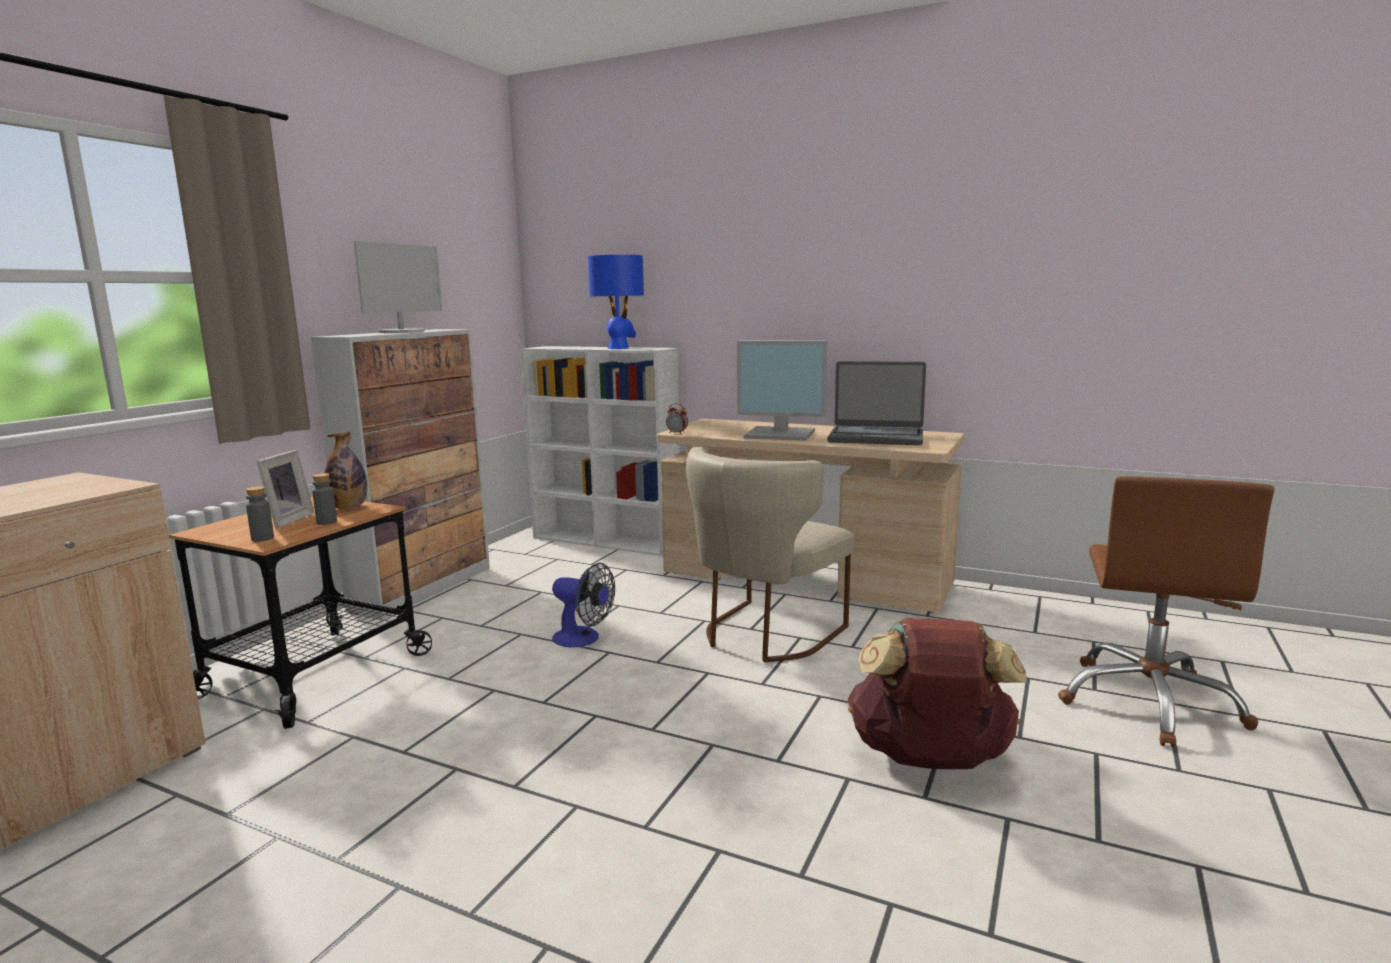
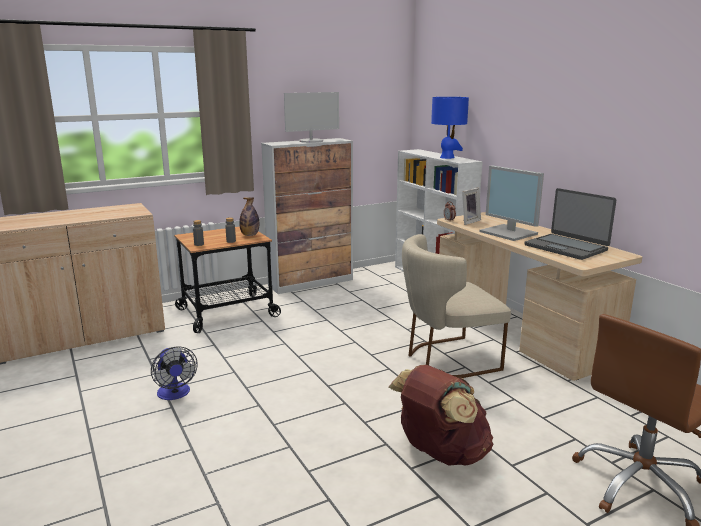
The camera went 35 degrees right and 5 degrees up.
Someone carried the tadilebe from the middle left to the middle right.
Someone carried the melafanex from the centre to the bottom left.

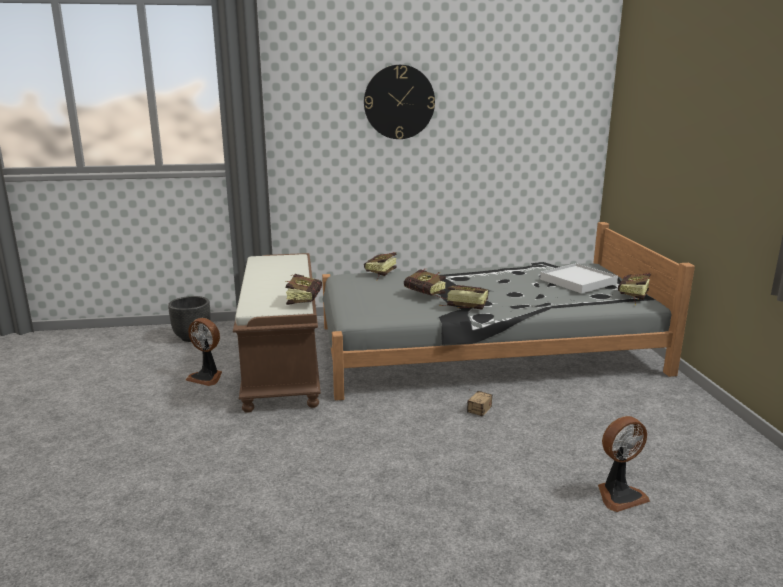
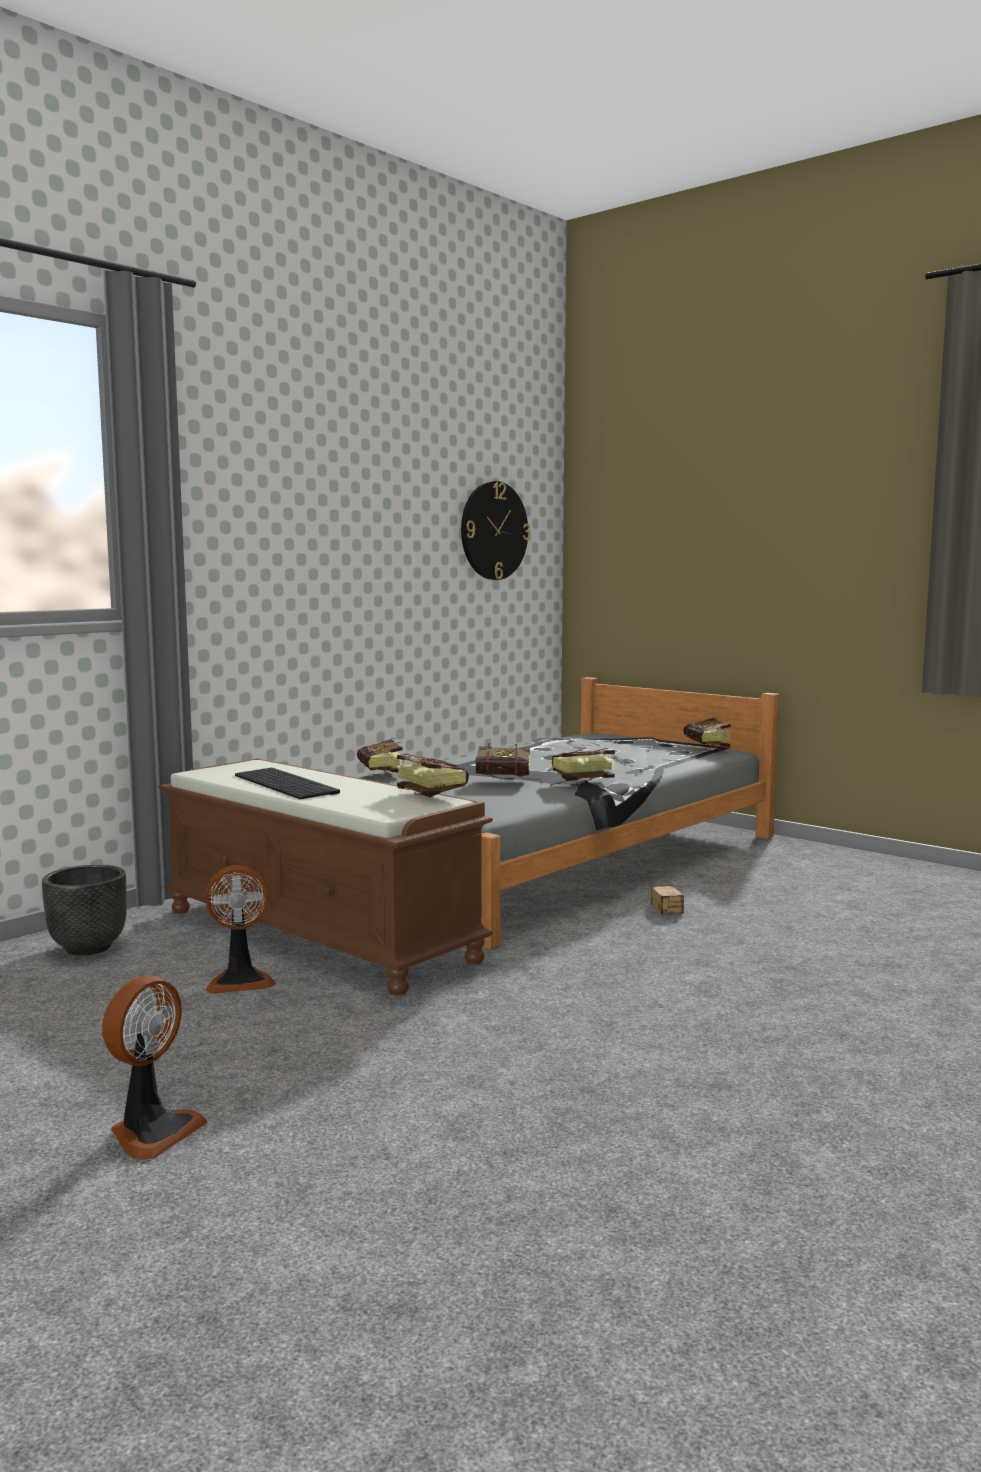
The camera went 40 degrees left and 10 degrees down.
Someone carried the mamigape from the top centre to the centre.
Someone took away the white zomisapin at the middle right.
Someone carried the melafanex (no. 2 from left in the first image) from the bottom right to the bottom left.
Someone put down the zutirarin at the middle left.

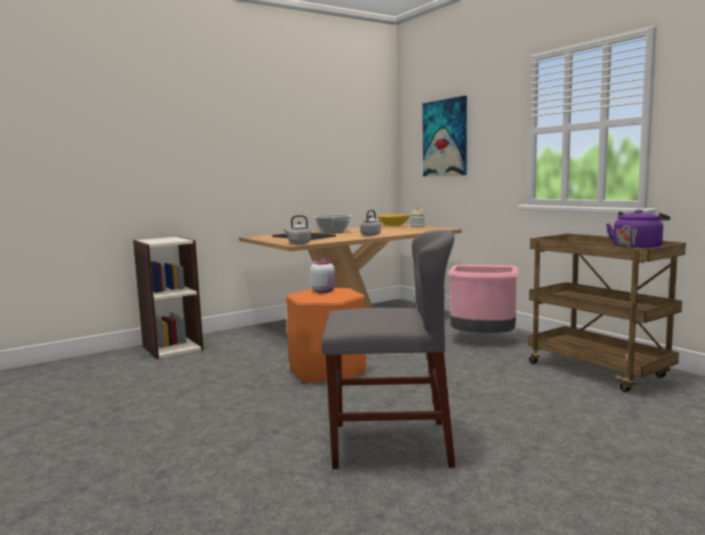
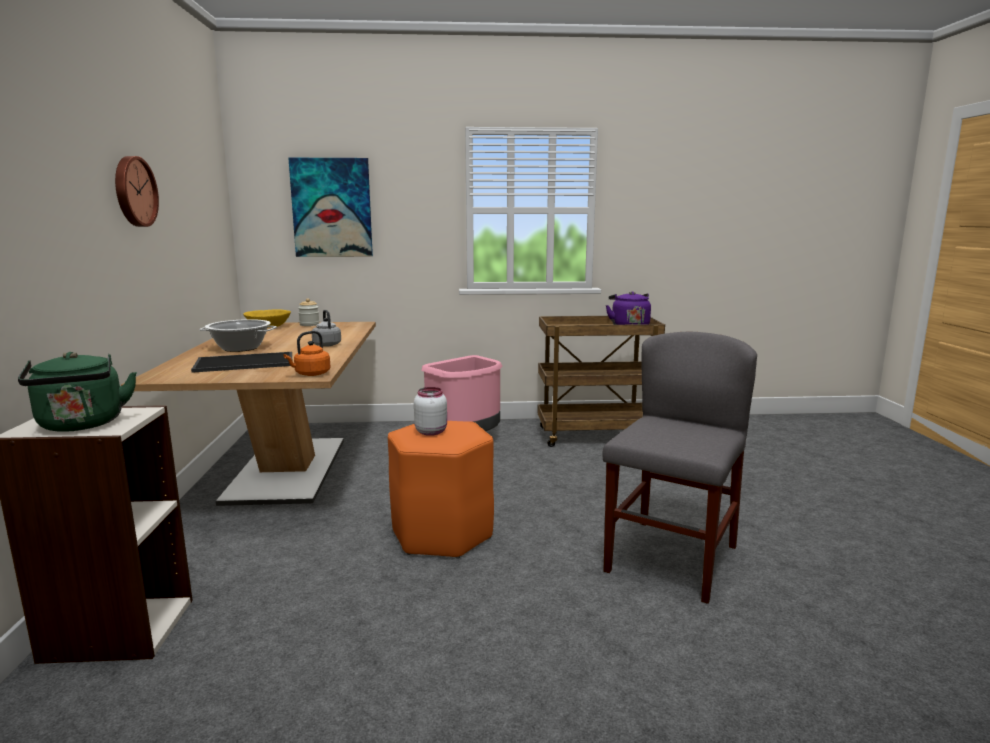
The camera went 60 degrees left and 5 degrees up.
Someone repainted the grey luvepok (no. 1 from left) at the centre, which became the orange luvepok at the middle left.
Someone put up the mamigape at the top left.
Someone put down the green luvepok at the middle left.

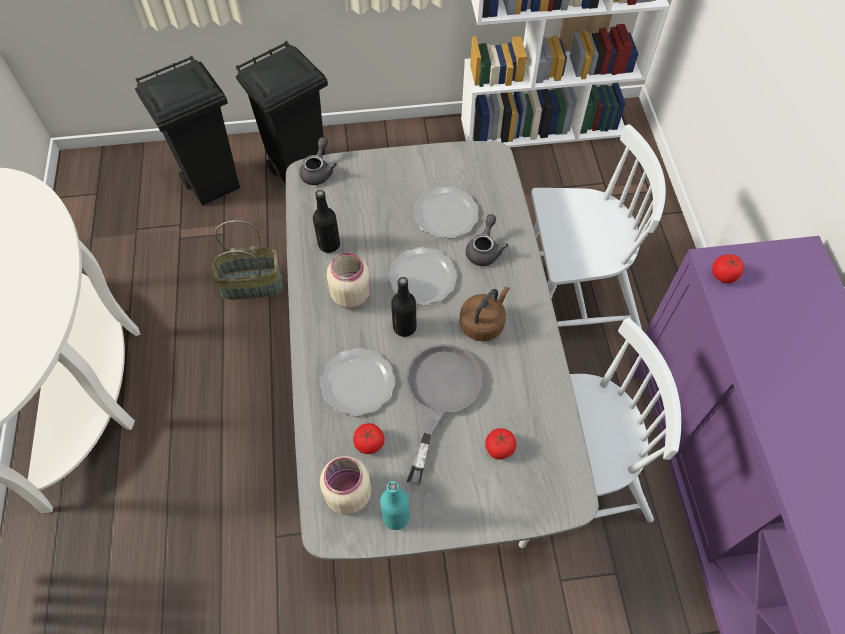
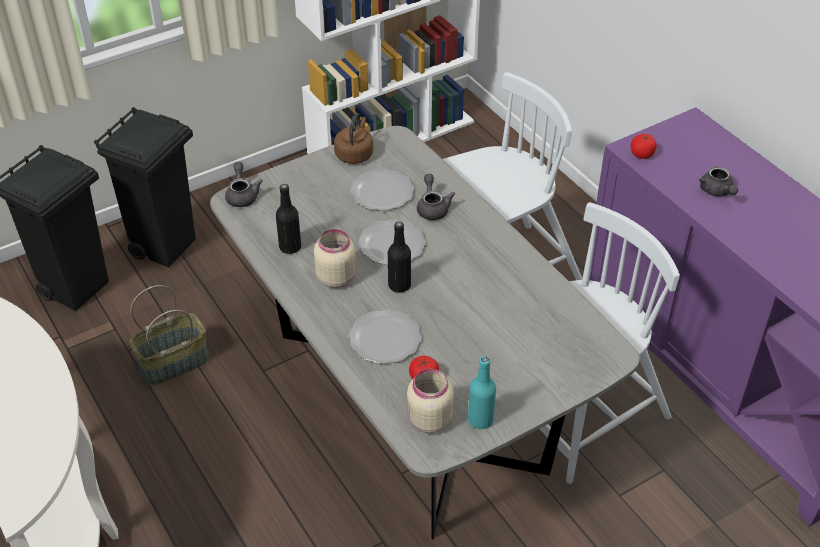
The camera went 25 degrees left and 15 degrees down.
Someone carried the brown luvepok from the centre to the top centre.
Someone took away the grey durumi at the centre.
Someone took away the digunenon (no. 2 from left) at the bottom centre.
Someone put down the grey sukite (no. 3 from left) at the top right.

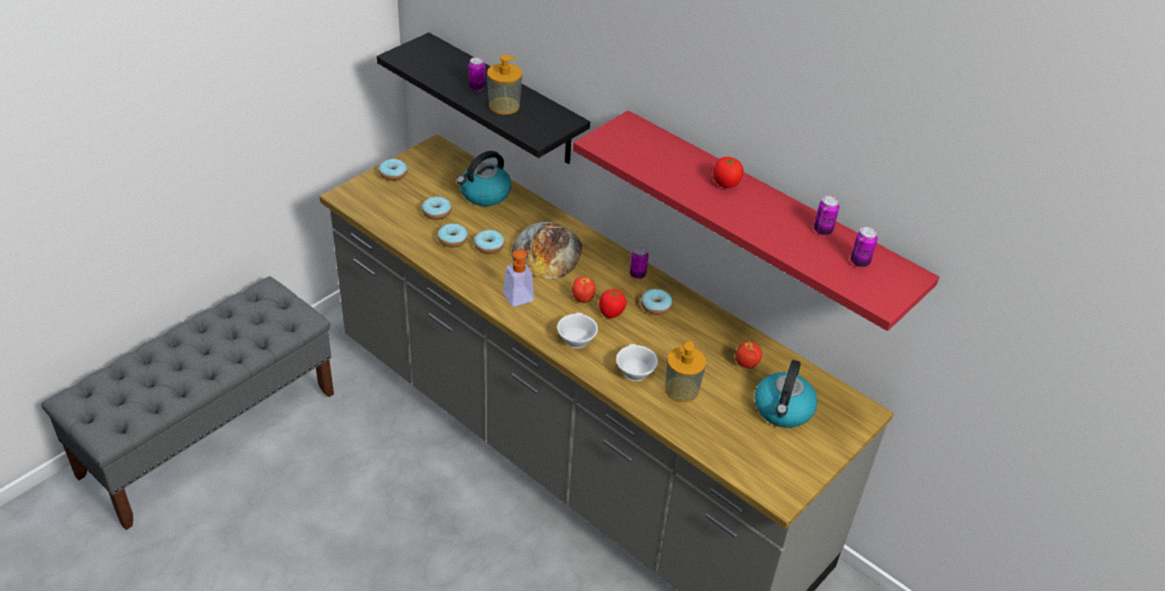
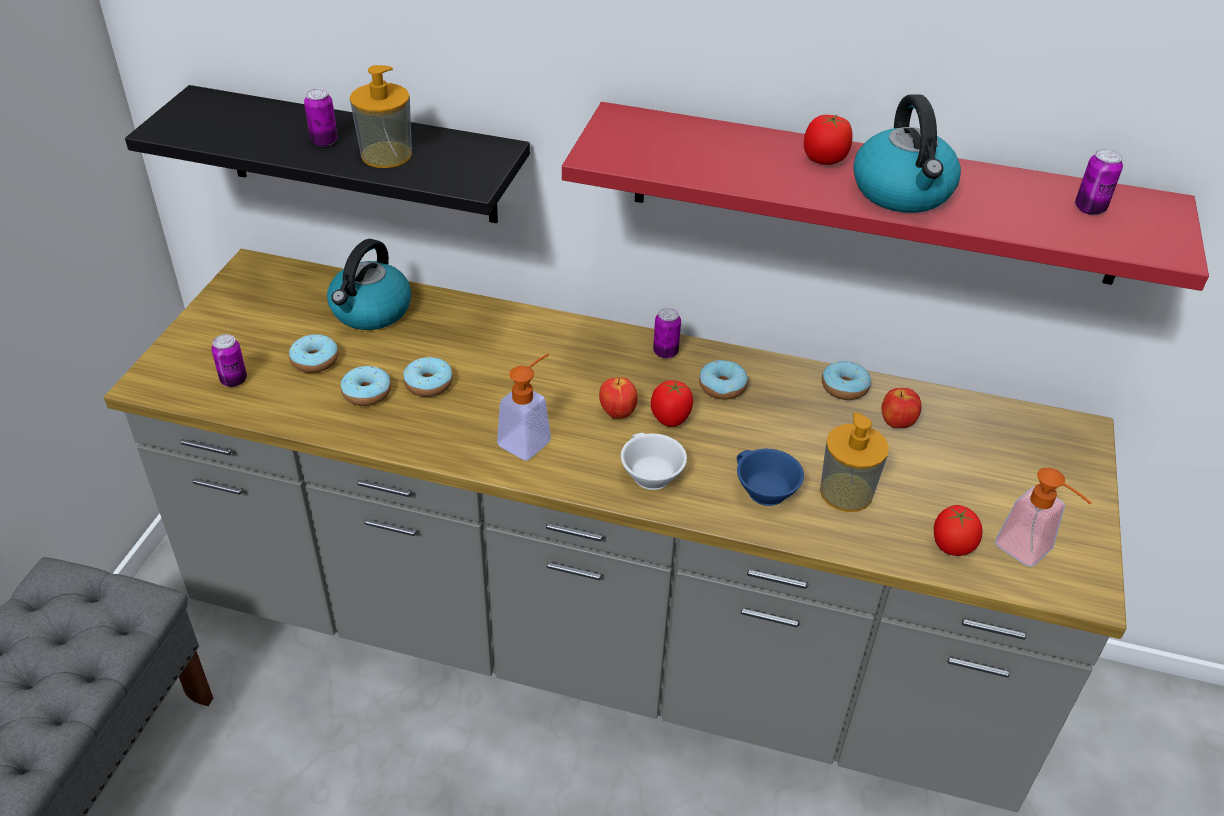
The camera went 25 degrees left and 0 degrees up.
Someone carried the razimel (no. 1 from left in the first image) from the top centre to the middle right.
Someone carried the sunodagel (no. 3 from left in the first image) from the middle right to the middle left.
Someone took away the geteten at the centre.
Someone repainted the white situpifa (no. 2 from left) at the centre, which became the blue situpifa at the centre.
Someone carried the luvepok (no. 2 from left) from the bottom right to the top right.
Someone put down the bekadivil (no. 4 from left) at the middle right.
Someone put down the digunenon (no. 3 from left) at the middle right.

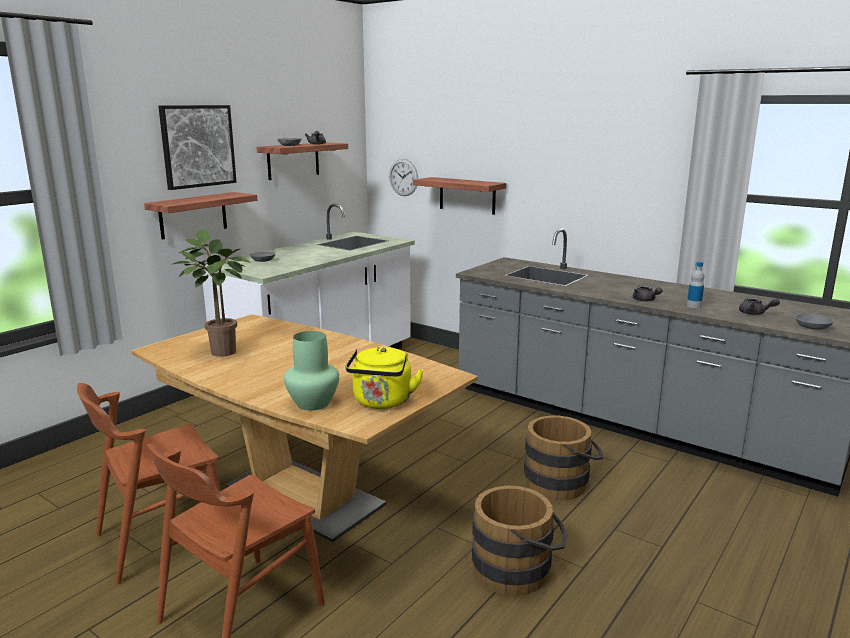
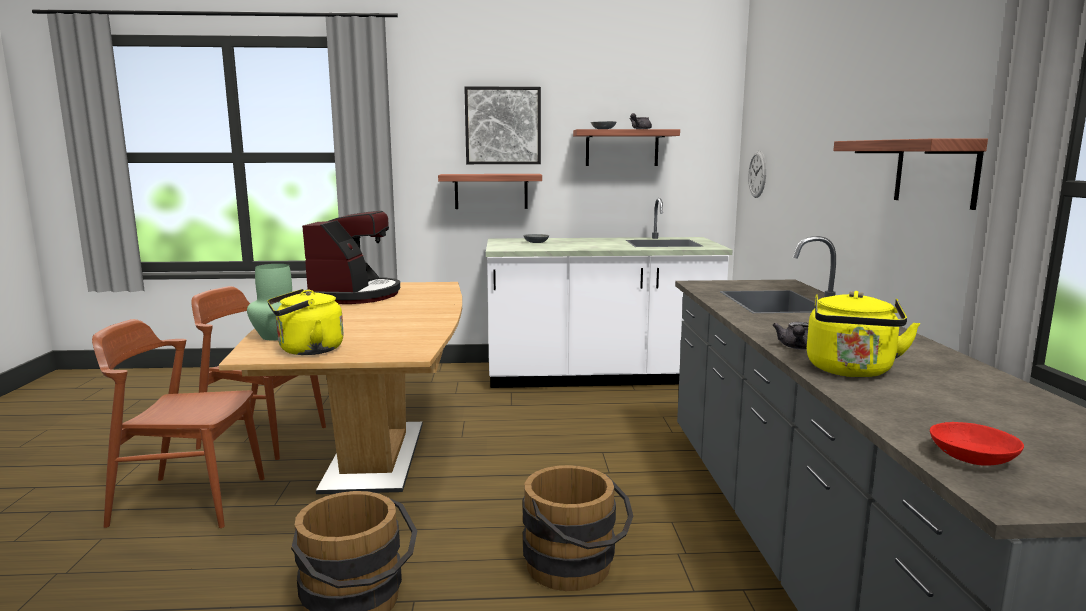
The camera went 50 degrees right and 5 degrees down.
Someone carried the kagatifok (no. 3 from left) from the top centre to the top right.
Someone swapped the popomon at the middle left for the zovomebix at the middle left.
Someone swapped the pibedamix at the middle right for the yellow luvepok (no. 2 from left) at the middle right.
Someone took away the grey sukite (no. 3 from left) at the middle right.
Someone repainted the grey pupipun (no. 3 from left) at the middle right, which became the red pupipun at the bottom right.

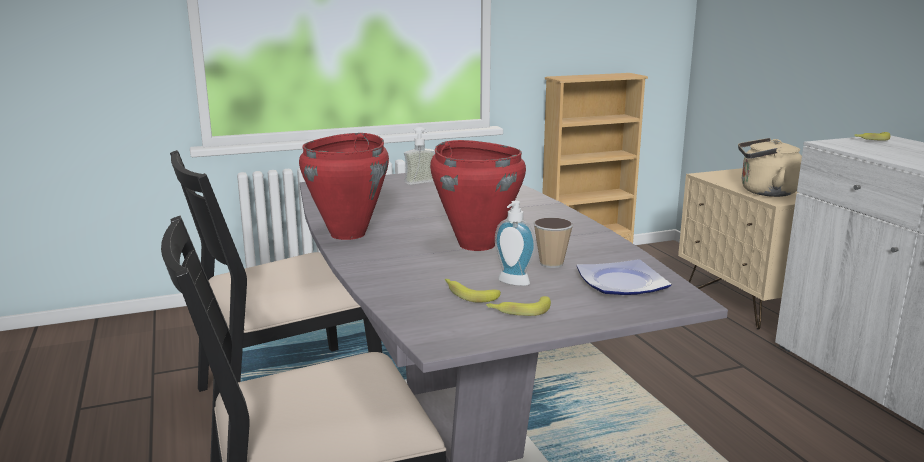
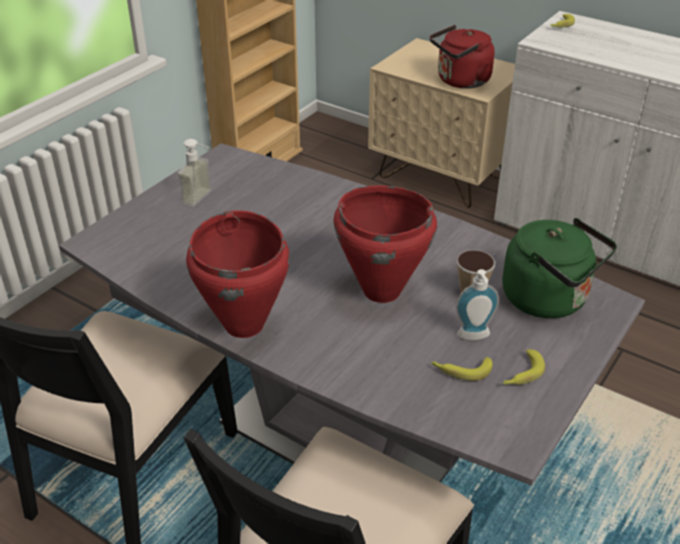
The camera went 35 degrees left and 20 degrees up.
Someone repainted the beige luvepok at the middle right, which became the red luvepok at the top right.
Someone swapped the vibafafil at the middle right for the green luvepok at the middle right.

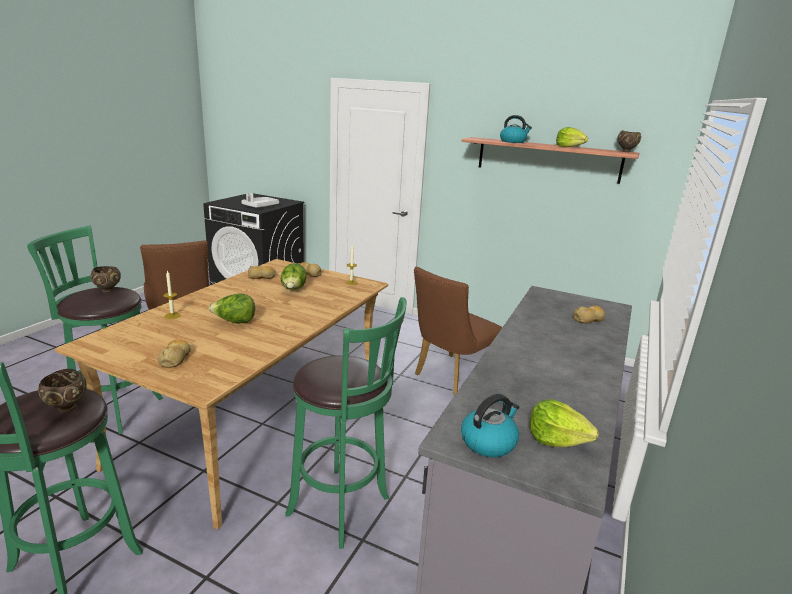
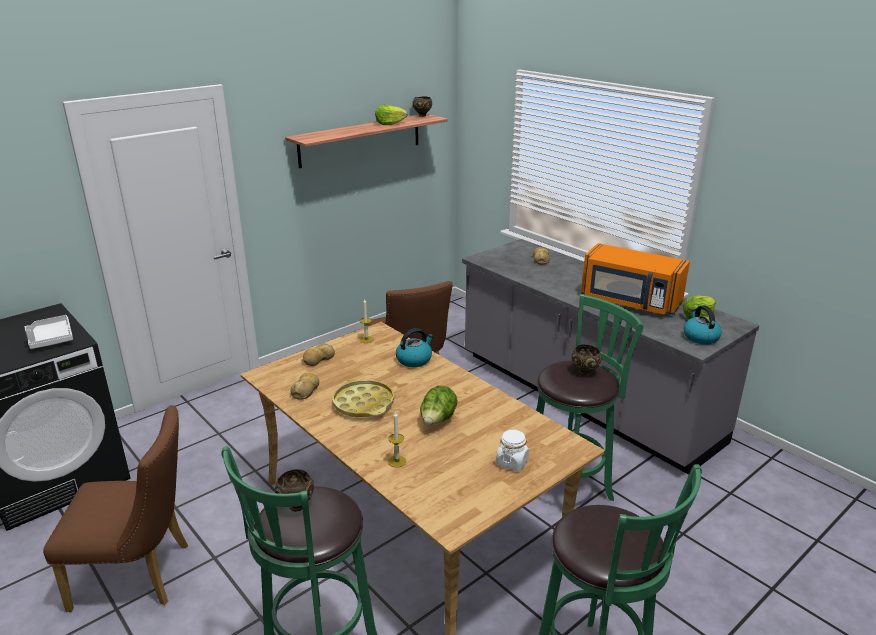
The camera went 65 degrees left and 5 degrees up.
Someone carried the luvepok (no. 2 from left in the first image) from the top centre to the centre.
Someone took away the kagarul (no. 2 from left) at the centre.
Someone swapped the geteten (no. 1 from left) at the middle left for the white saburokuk at the bottom centre.
Someone carried the brown pupipun (no. 1 from left in the first image) from the middle left to the middle right.
Someone put down the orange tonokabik at the middle right.
Someone put down the yellow zomisapin at the centre.

